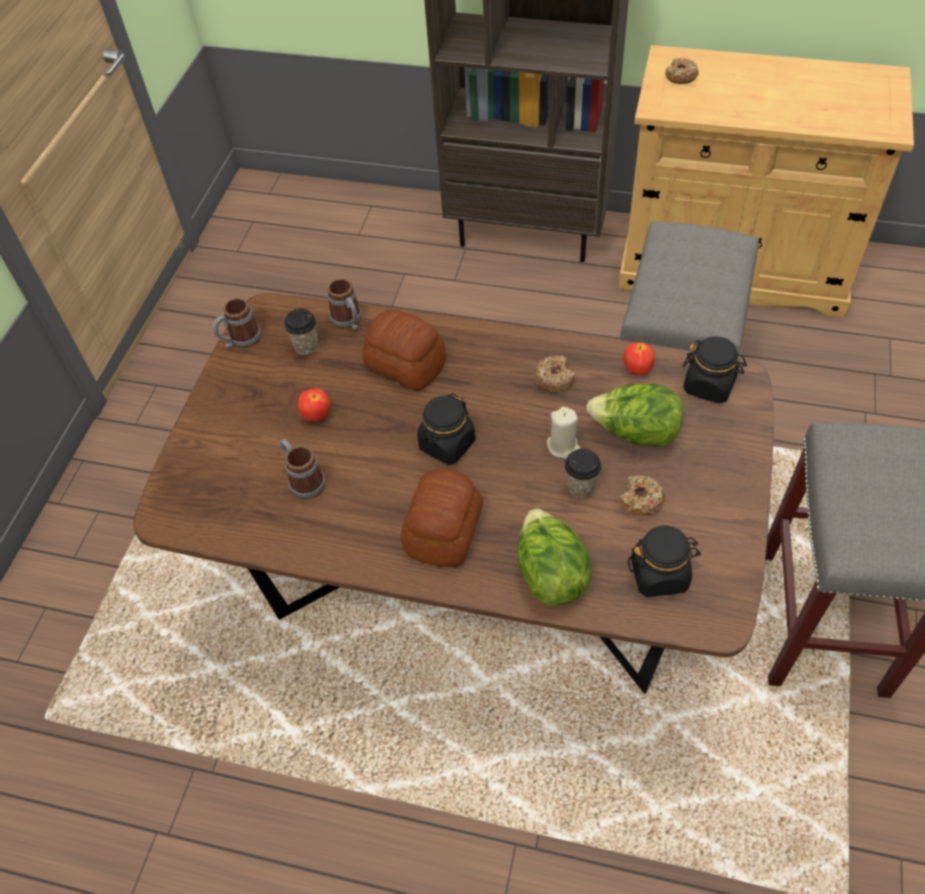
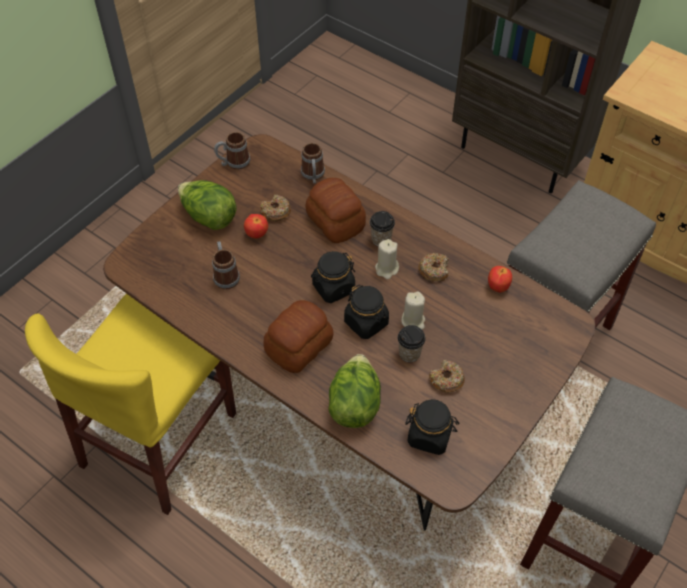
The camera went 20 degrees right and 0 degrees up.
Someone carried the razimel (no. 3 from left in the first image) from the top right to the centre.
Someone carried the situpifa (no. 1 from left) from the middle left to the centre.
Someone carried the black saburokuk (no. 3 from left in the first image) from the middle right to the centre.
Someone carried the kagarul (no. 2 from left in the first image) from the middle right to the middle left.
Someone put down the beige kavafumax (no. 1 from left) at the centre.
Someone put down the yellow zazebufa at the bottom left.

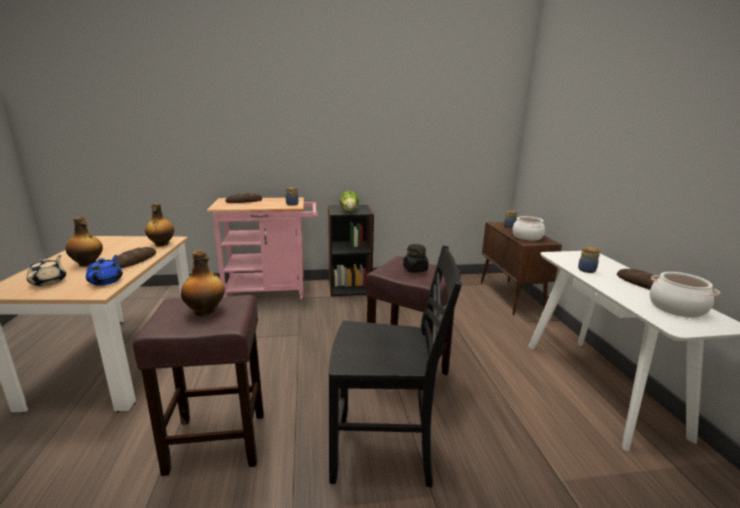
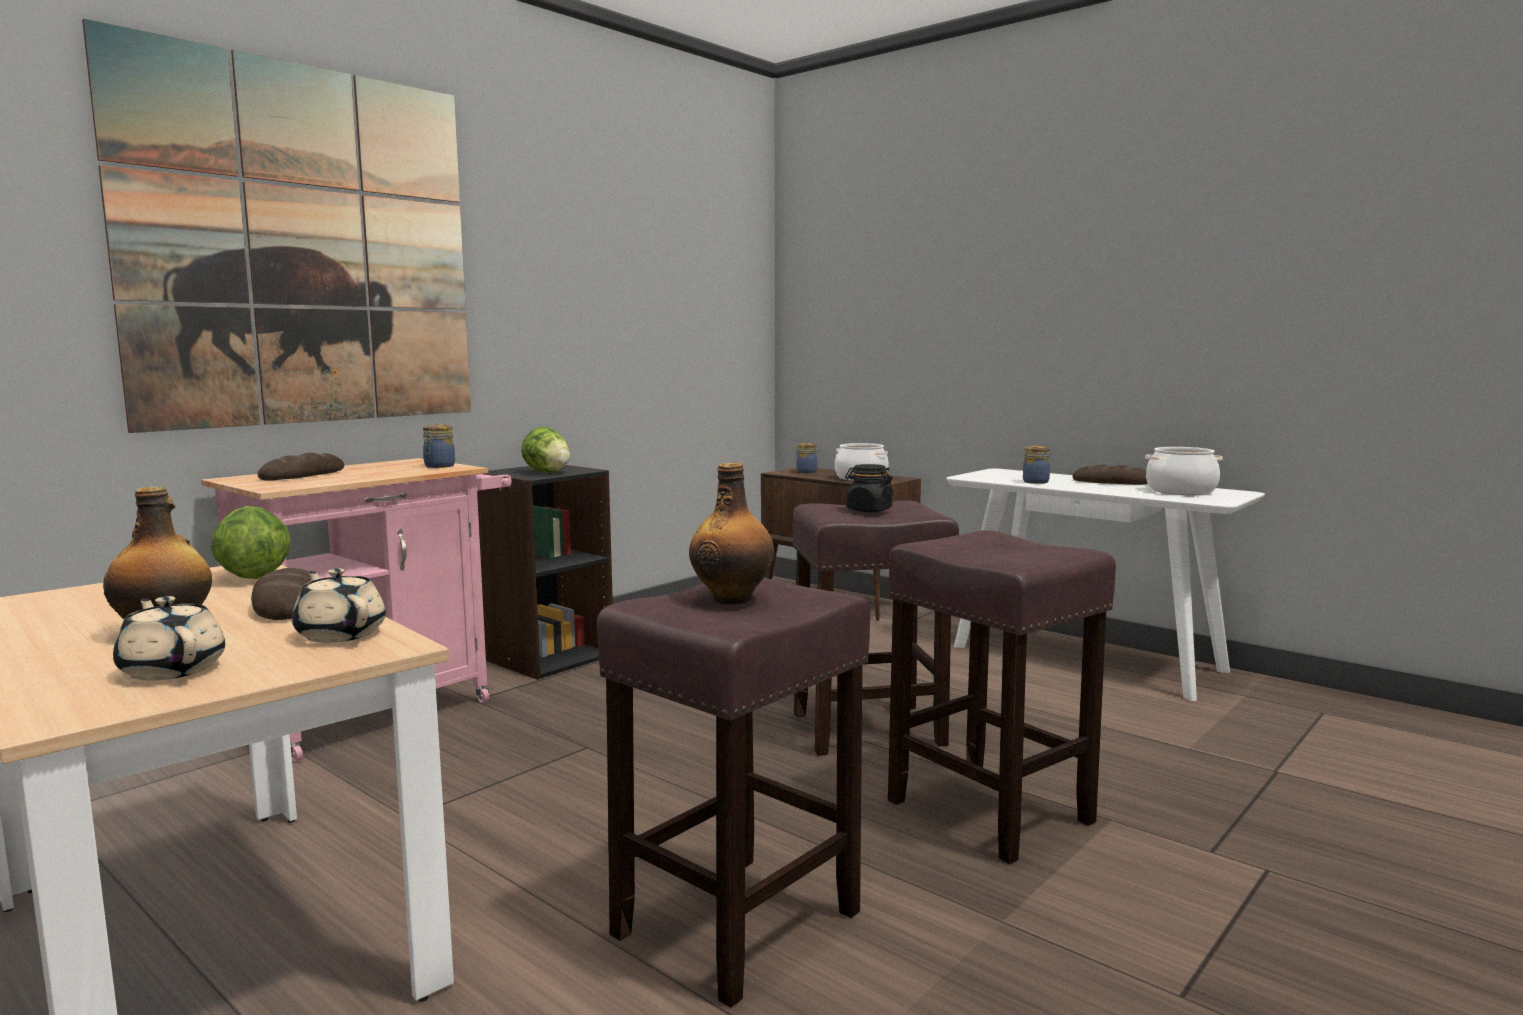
The camera went 40 degrees left and 10 degrees down.
Someone swapped the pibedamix (no. 2 from left) at the middle left for the kagarul (no. 1 from left) at the middle left.
Someone swapped the black zazebufa at the bottom centre for the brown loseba (no. 3 from left) at the bottom centre.
Someone repainted the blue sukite at the middle left, which became the beige sukite (no. 2 from left) at the middle left.
Someone put up the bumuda at the top left.

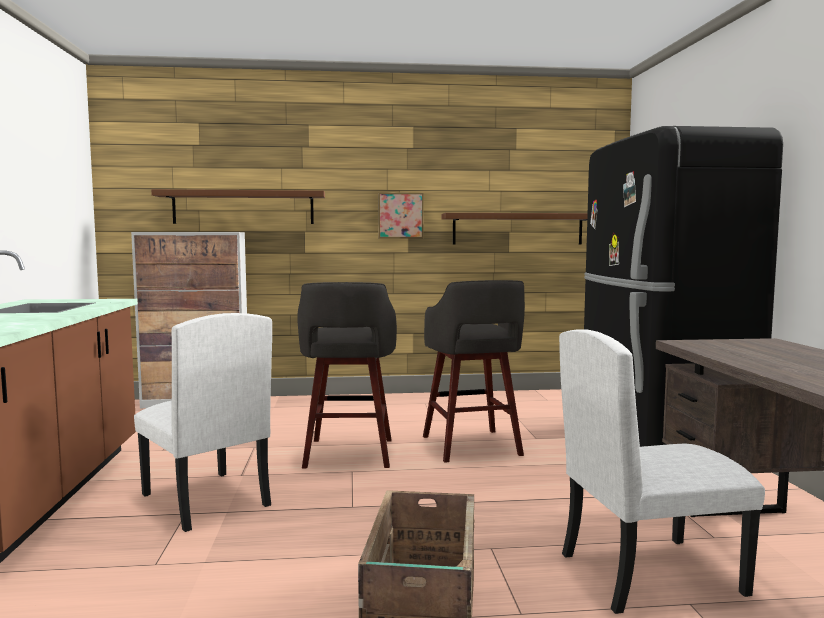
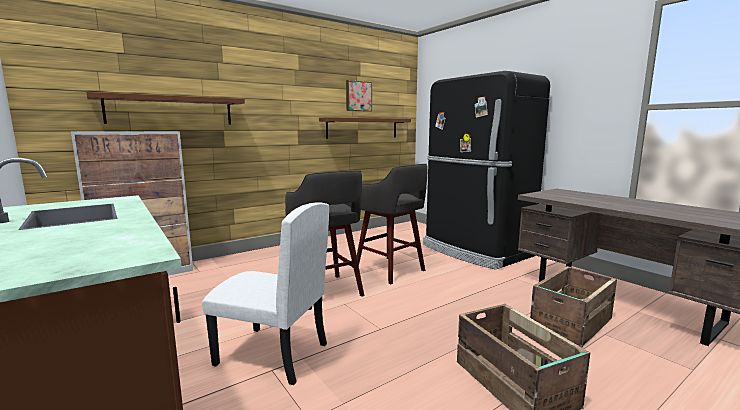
The camera went 30 degrees left and 5 degrees up.
Someone carried the bumuda from the centre to the top centre.
Someone swapped the white zazebufa (no. 2 from left) at the bottom right for the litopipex (no. 2 from left) at the bottom right.

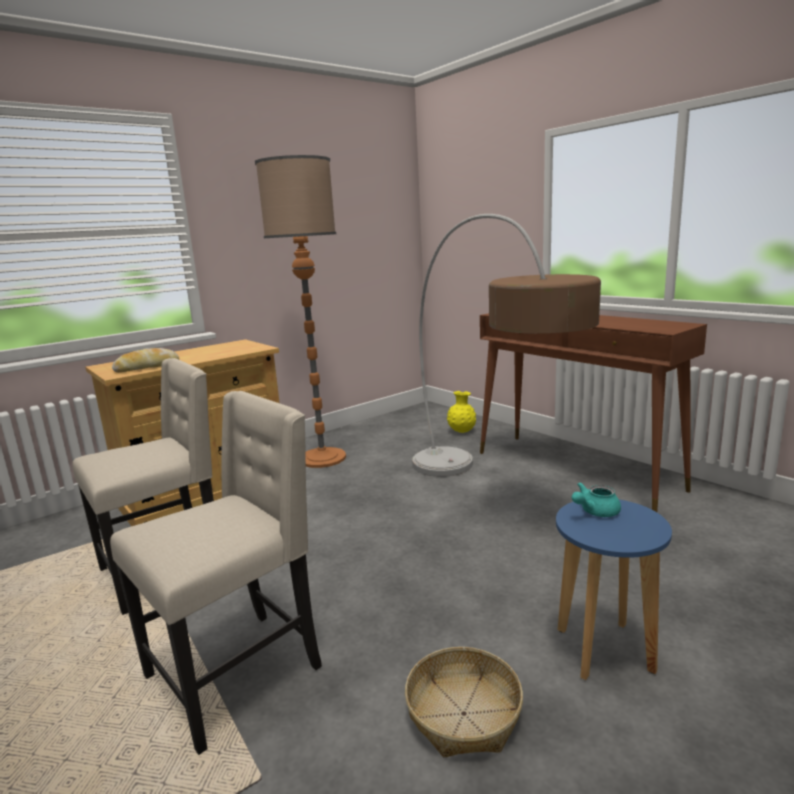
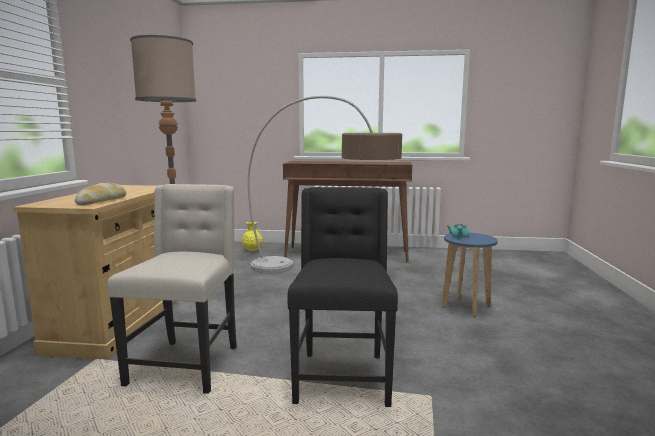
The camera went 45 degrees left and 5 degrees down.
Someone repainted the beige zazebufa (no. 2 from left) at the bottom left, which became the black zazebufa at the bottom centre.
Someone took away the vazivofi at the bottom centre.

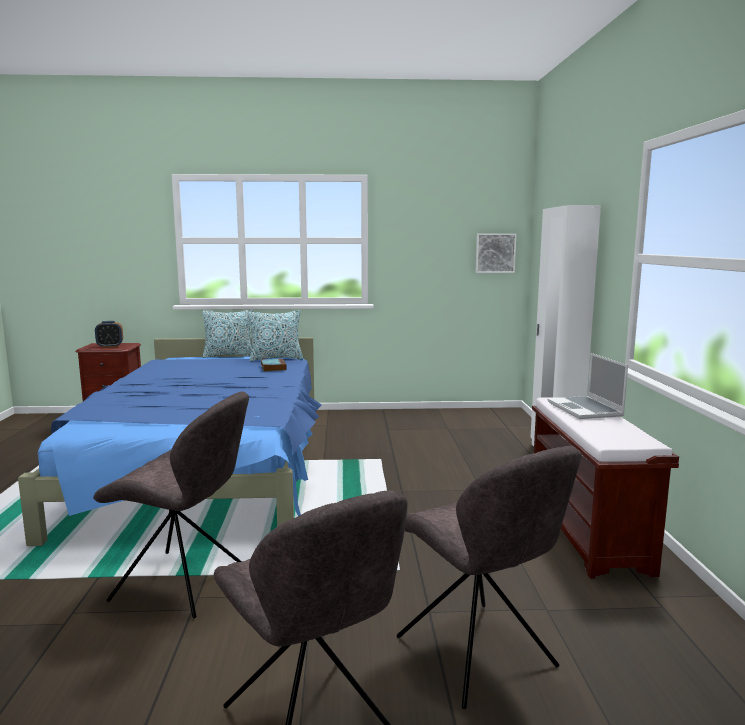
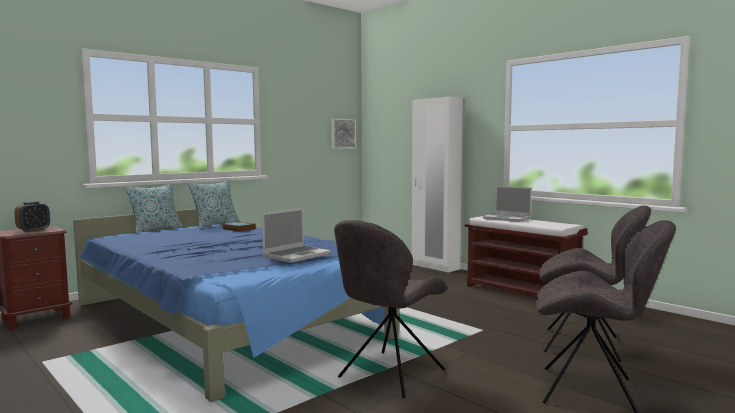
The camera went 40 degrees left and 5 degrees down.
Someone rotated the grey zazebufa (no. 1 from left) at the bottom left by 150 degrees clockwise.
Someone put down the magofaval (no. 1 from left) at the centre.

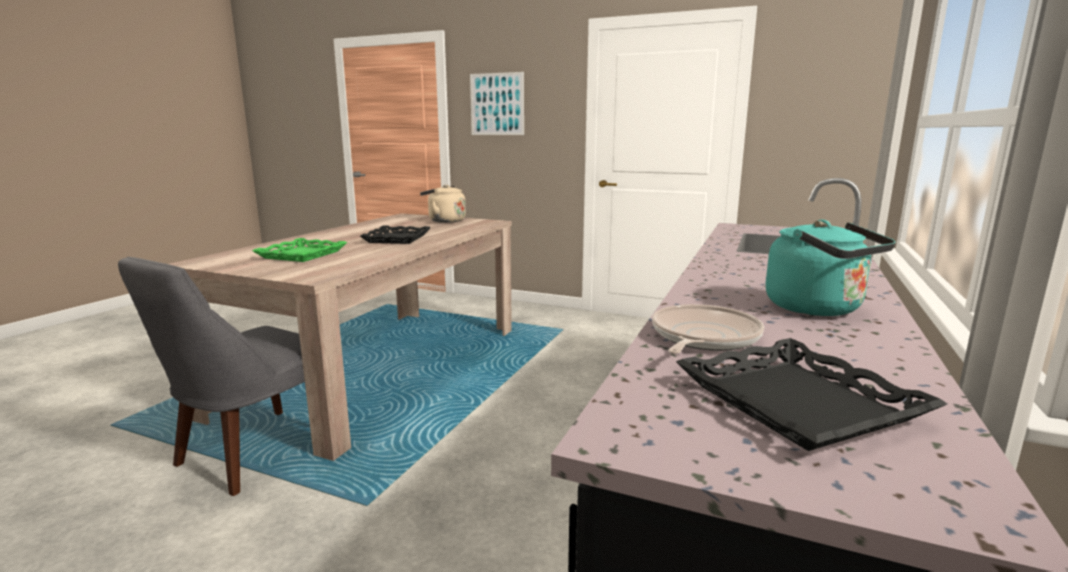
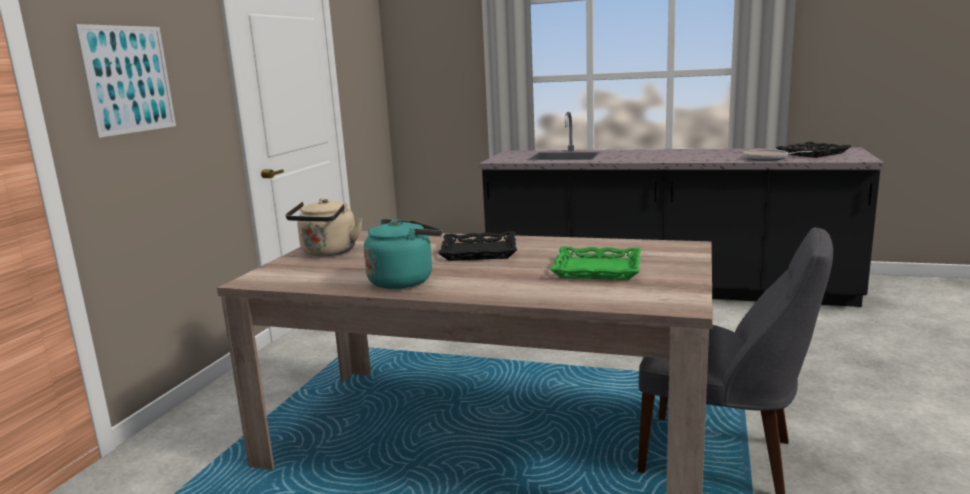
The camera went 95 degrees left and 0 degrees up.
Someone carried the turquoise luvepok from the middle right to the centre.

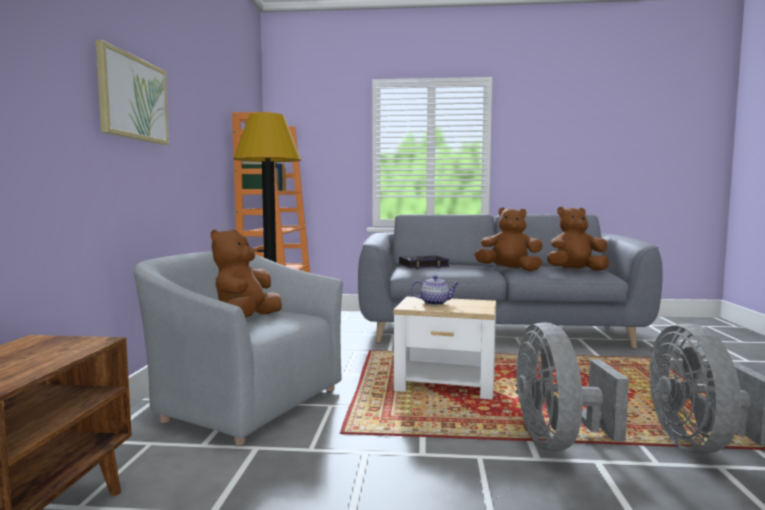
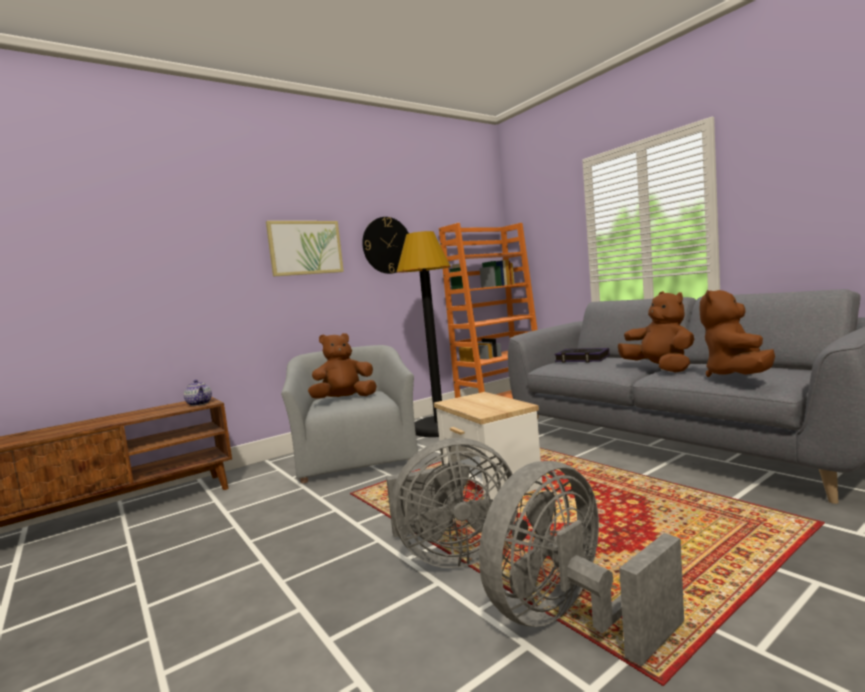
The camera went 50 degrees right and 0 degrees up.
Someone rotated the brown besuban (no. 3 from left) at the middle right by 105 degrees counterclockwise.
Someone carried the sukite from the centre to the middle left.
Someone rotated the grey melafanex (no. 1 from left) at the bottom right by 150 degrees counterclockwise.
Someone put up the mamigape at the centre.

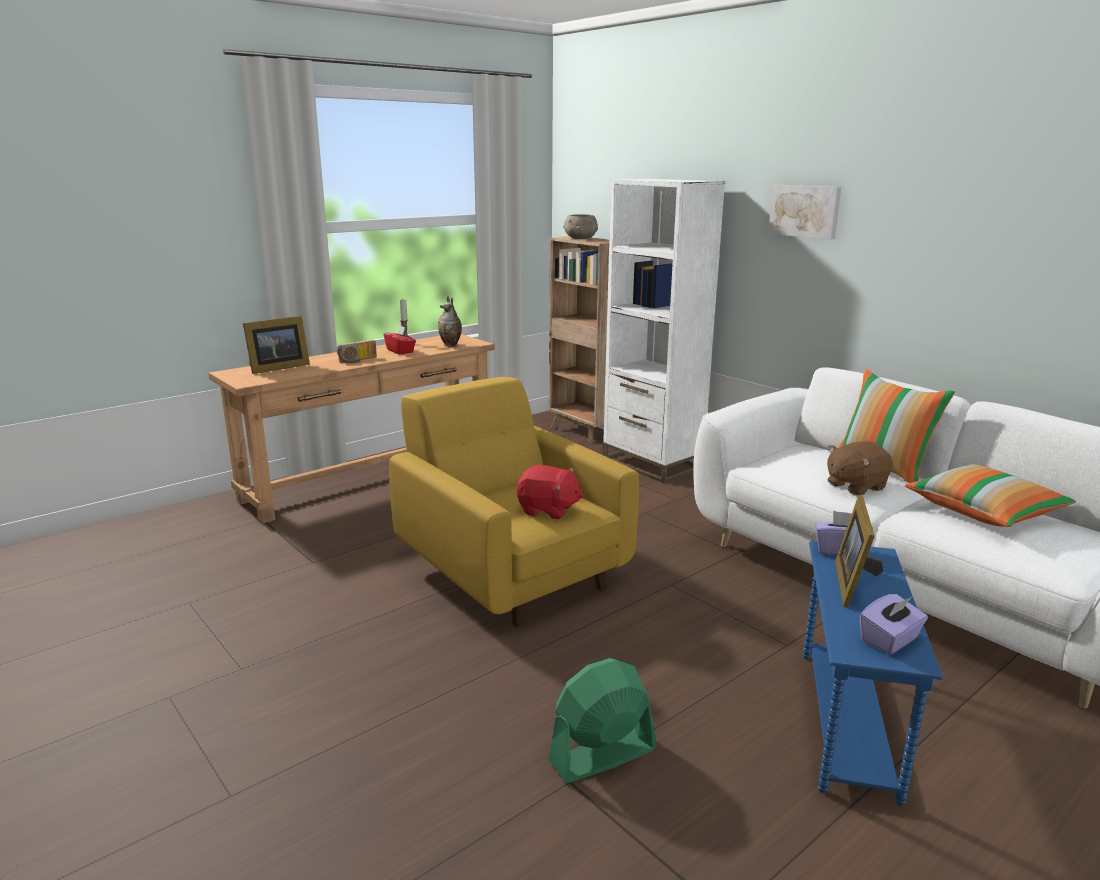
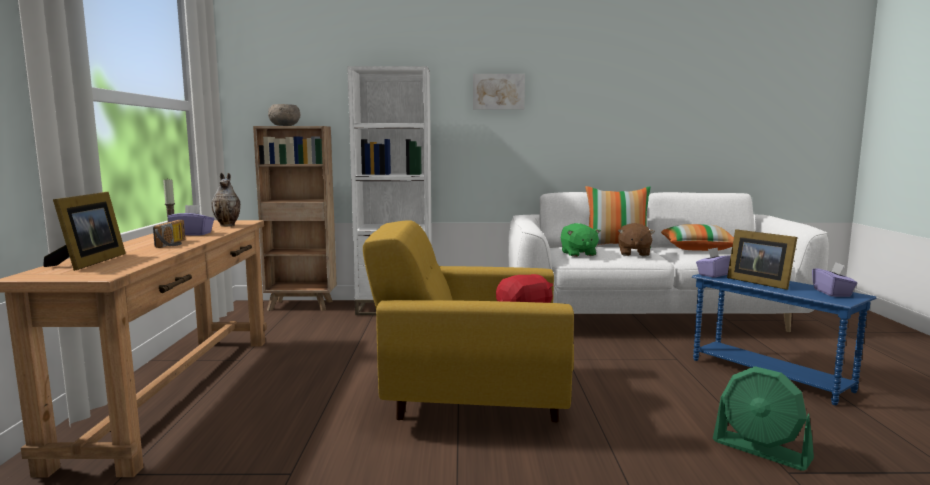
The camera went 50 degrees left and 10 degrees down.
Someone repainted the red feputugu at the centre, which became the purple feputugu (no. 1 from left) at the middle left.
Someone rotated the green melafanex at the bottom centre by 60 degrees counterclockwise.
Someone put down the green besuban at the centre.

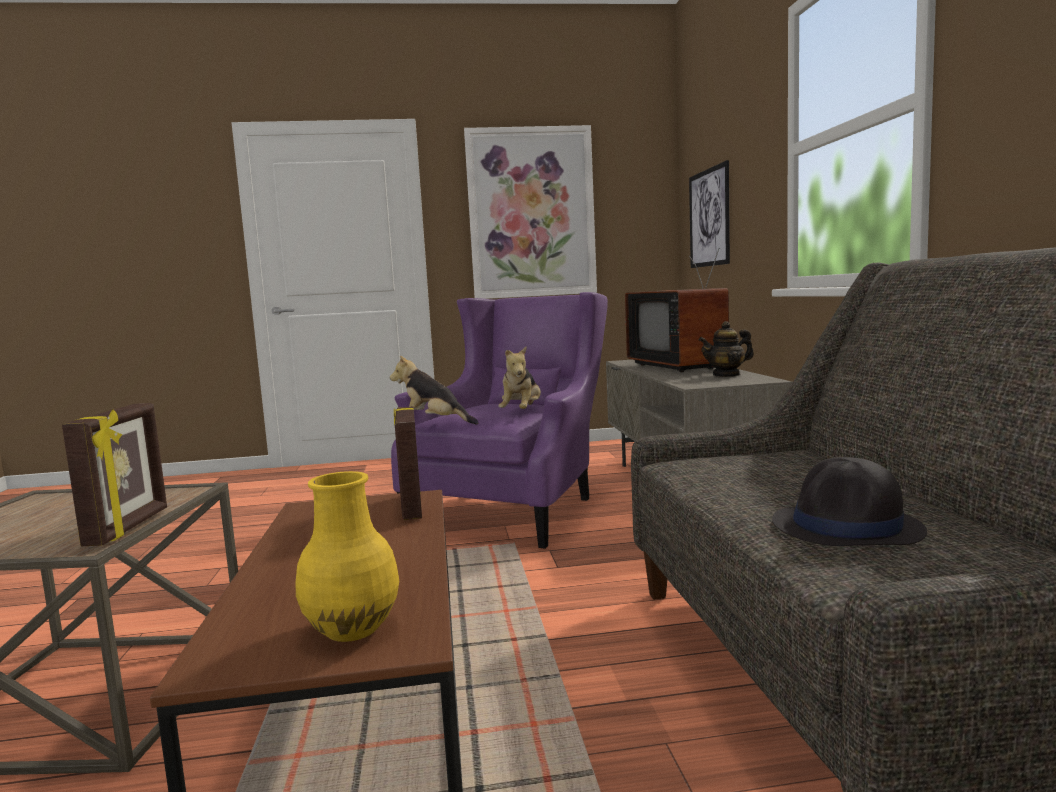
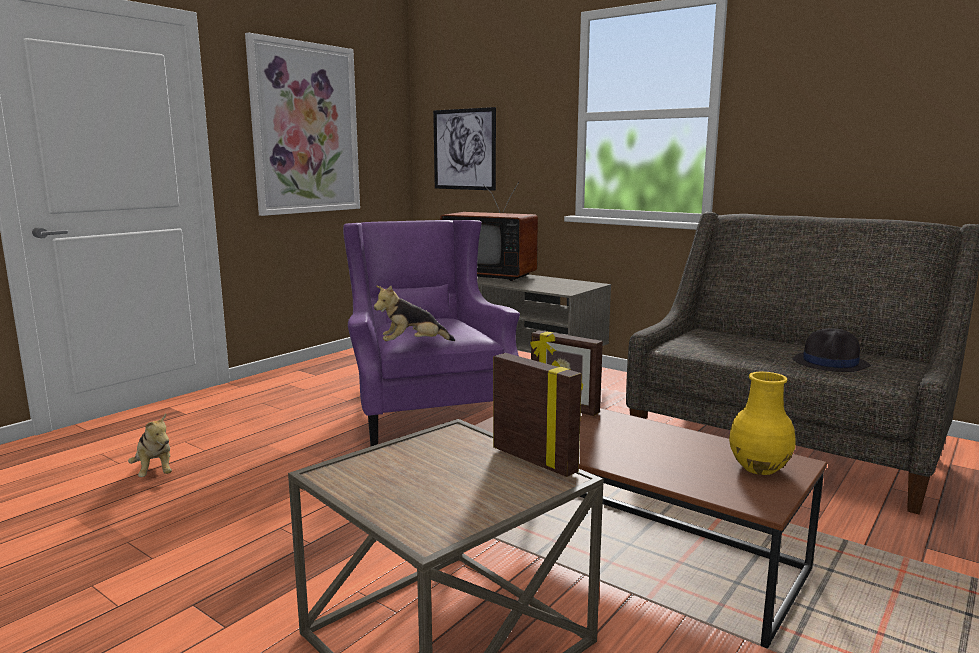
The camera went 45 degrees left and 5 degrees up.
Someone took away the sukite at the middle right.
Someone carried the besuban (no. 2 from left in the first image) from the centre to the bottom left.

